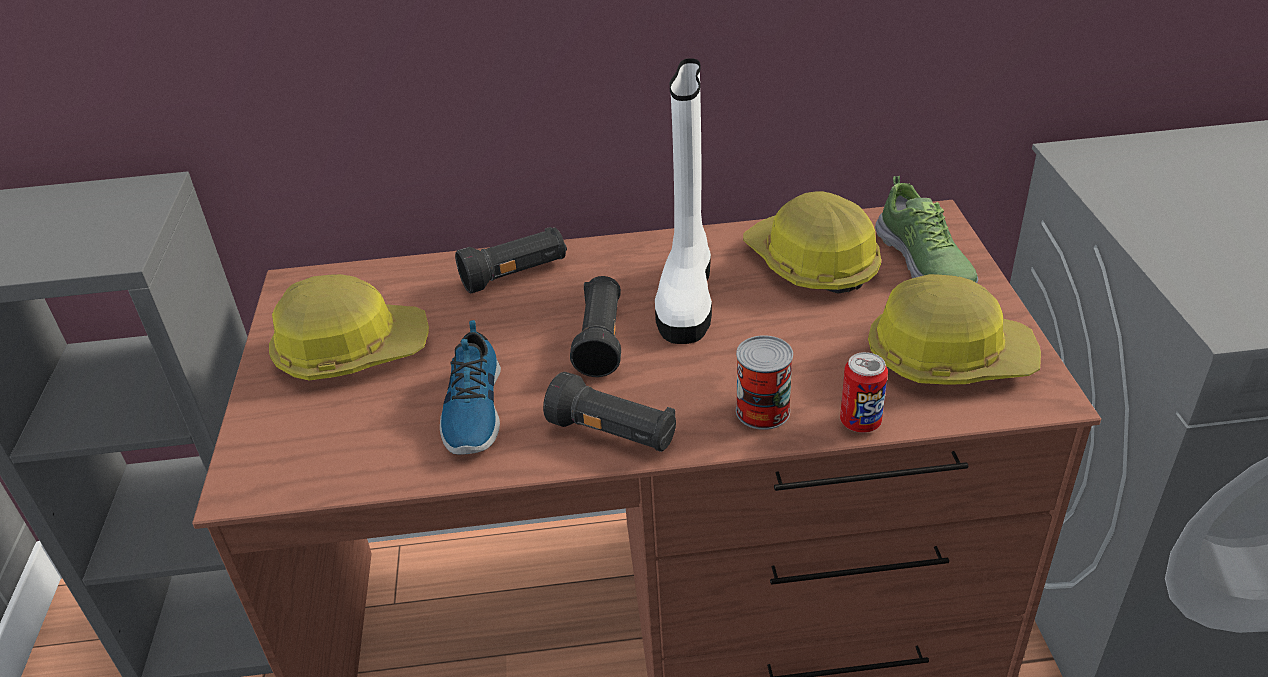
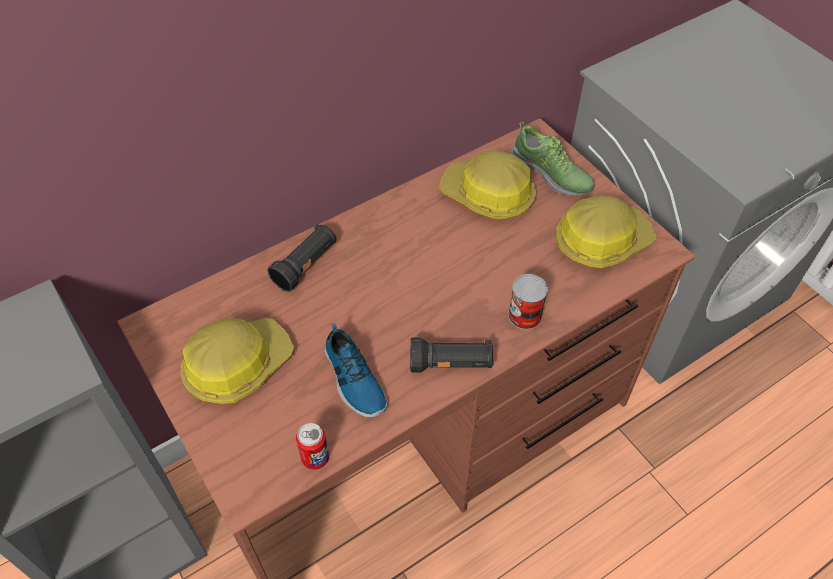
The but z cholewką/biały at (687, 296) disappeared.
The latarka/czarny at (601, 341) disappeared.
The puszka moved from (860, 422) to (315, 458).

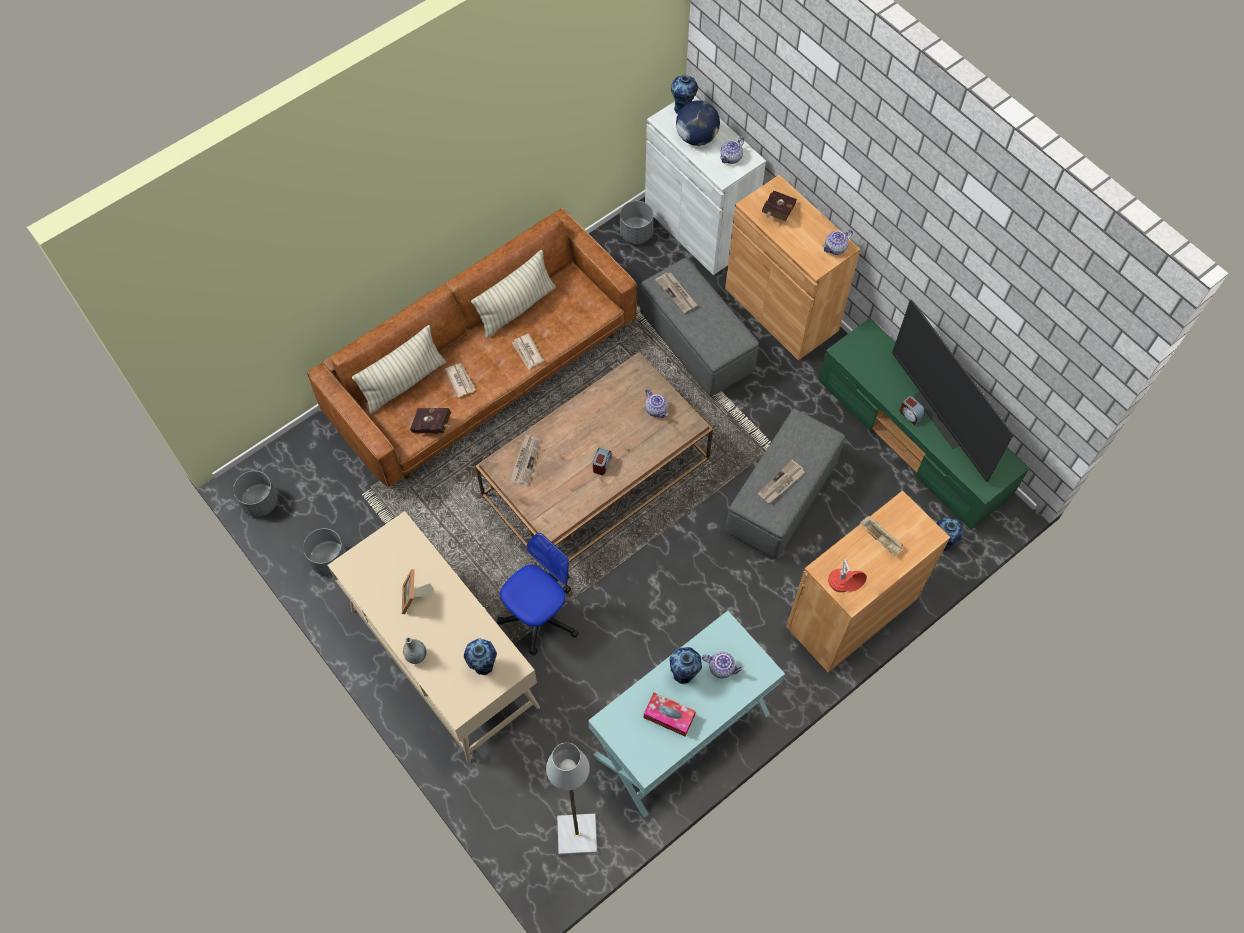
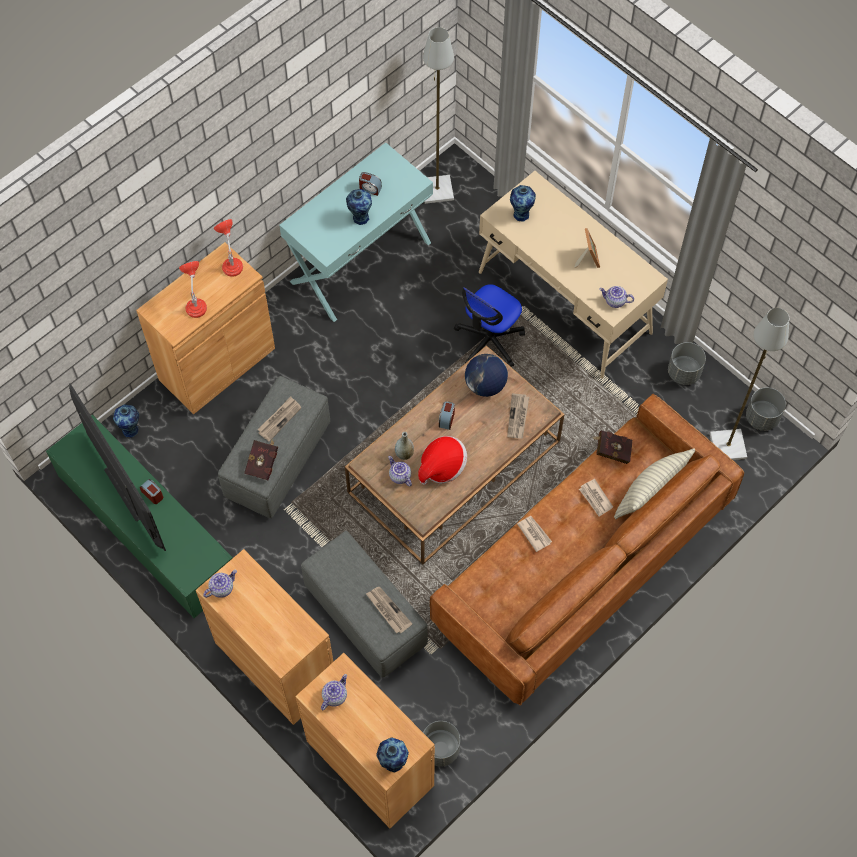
The szafka/biały at (698, 227) became the szafka/brązowy at (370, 763).
The globus moved from (696, 137) to (485, 385).
The książka/czerwony moved from (777, 213) to (263, 463).
The poduszka at (516, 308) disappeared.
The taca/beżowy at (880, 539) was replaced by the lampa stołowa/czerwony at (196, 303).
The wazon/szary moved from (416, 656) to (404, 454).
The imbryk moved from (722, 667) to (615, 301).
The pudełko chusteczek at (669, 716) was replaced by the budzik at (370, 188).
The lampa stojąca/szary at (728, 446) appeared.
The kapelusz at (442, 466) appeared.

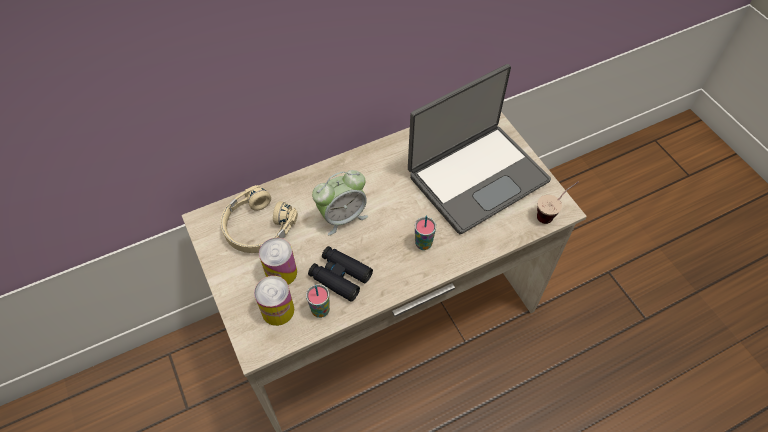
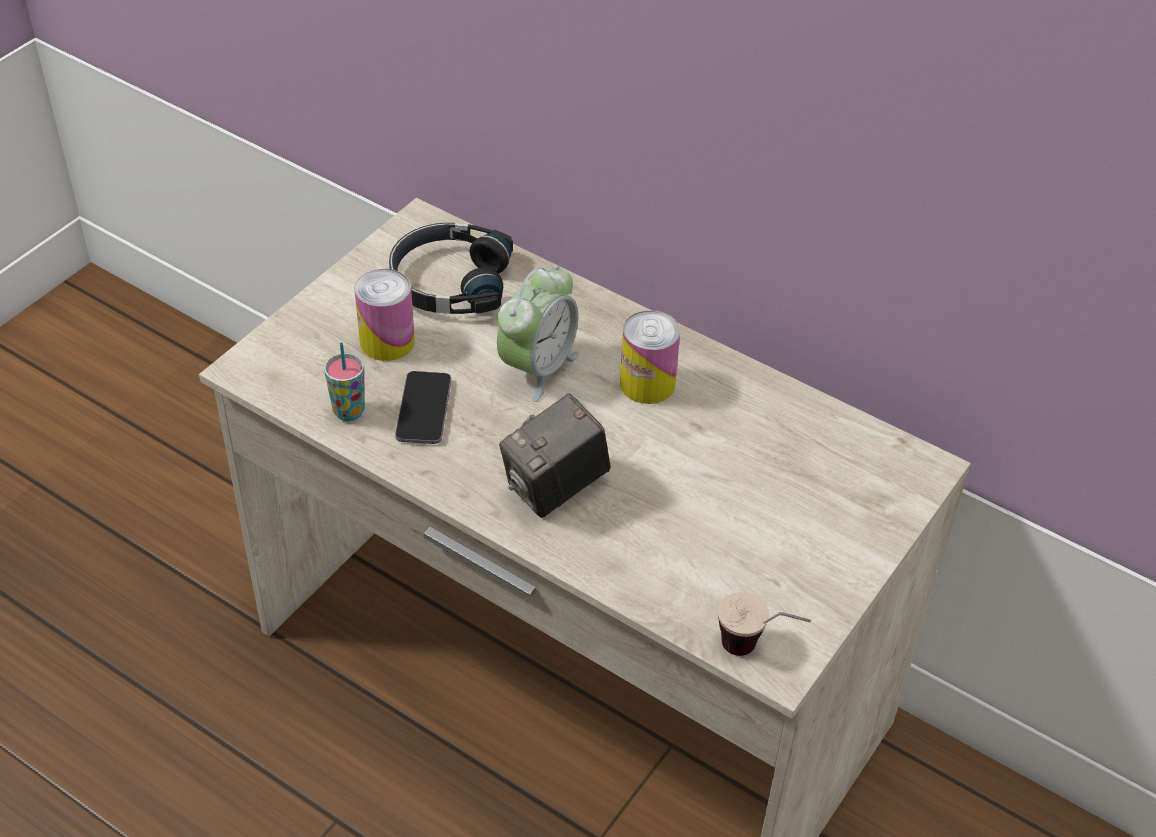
The laptop at (476, 177) disappeared.
The budzik at (342, 216) turned 90 degrees counterclockwise.
The słuchawki/beżowy at (257, 227) became the słuchawki/czarny at (449, 282).
The filiżanka at (423, 244) was replaced by the aparat fotograficzny at (555, 488).
The lornetka/czarny at (340, 276) was replaced by the telefon at (424, 410).
The puszka moved from (278, 310) to (647, 383).

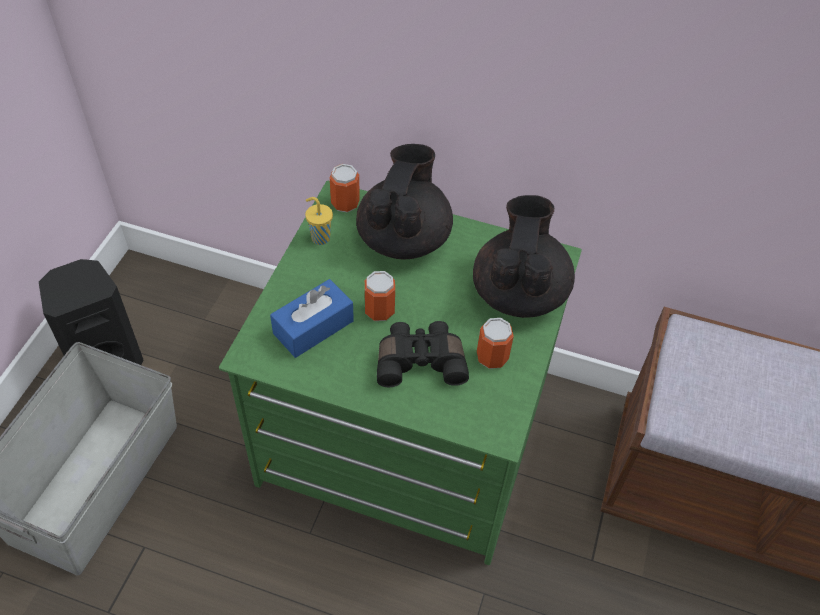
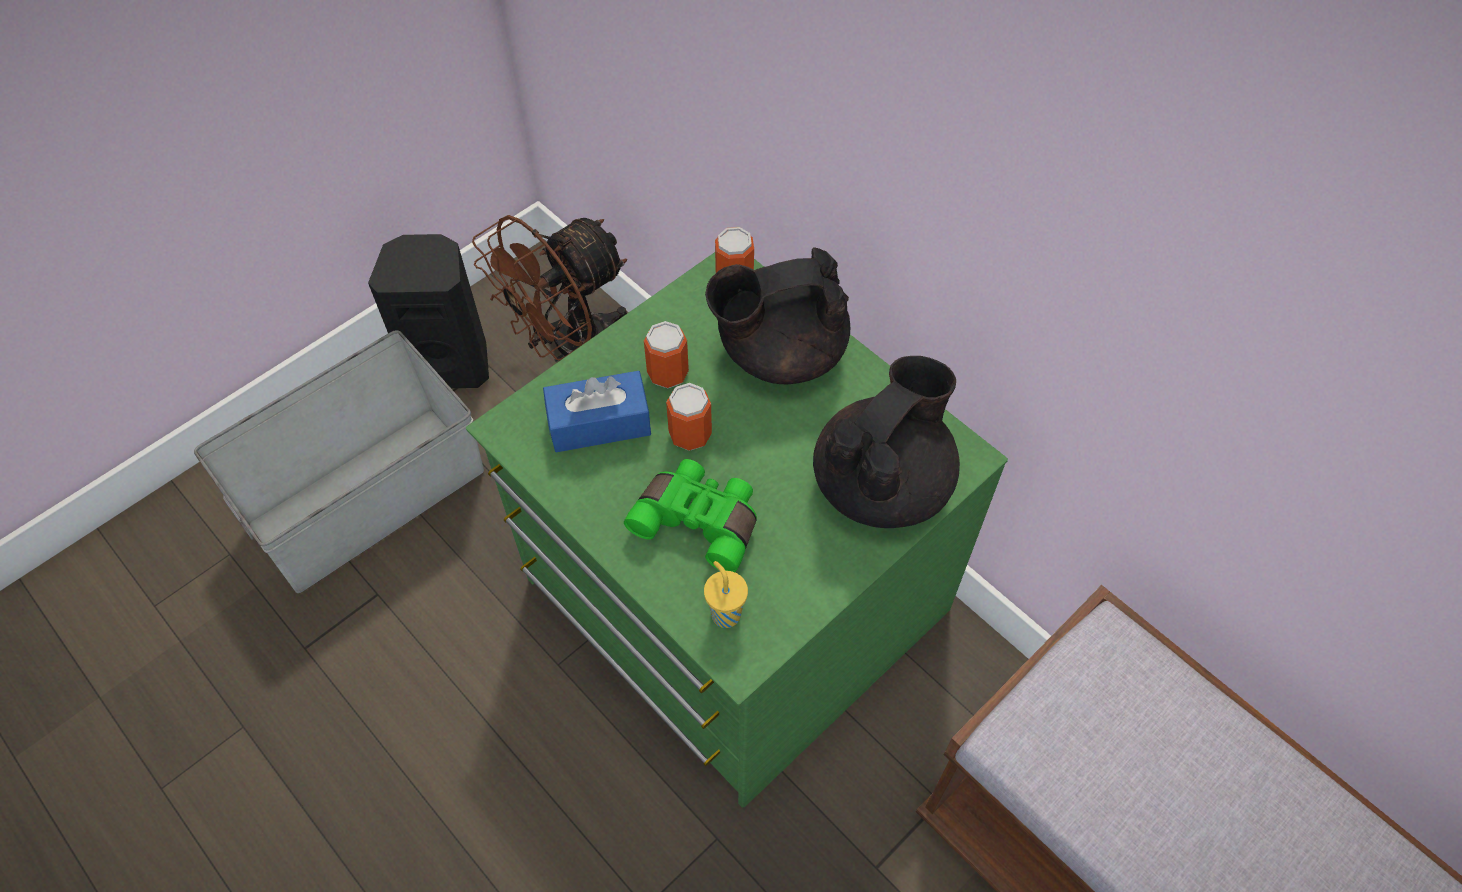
The imbryk/czarny at (404, 238) turned 150 degrees counterclockwise.
The filiżanka/żółty moved from (319, 237) to (725, 613).
The puszka moved from (492, 357) to (667, 373).
The lornetka/czarny at (420, 361) became the lornetka/zielony at (700, 520).
The wentylator/brązowy at (570, 351) appeared.

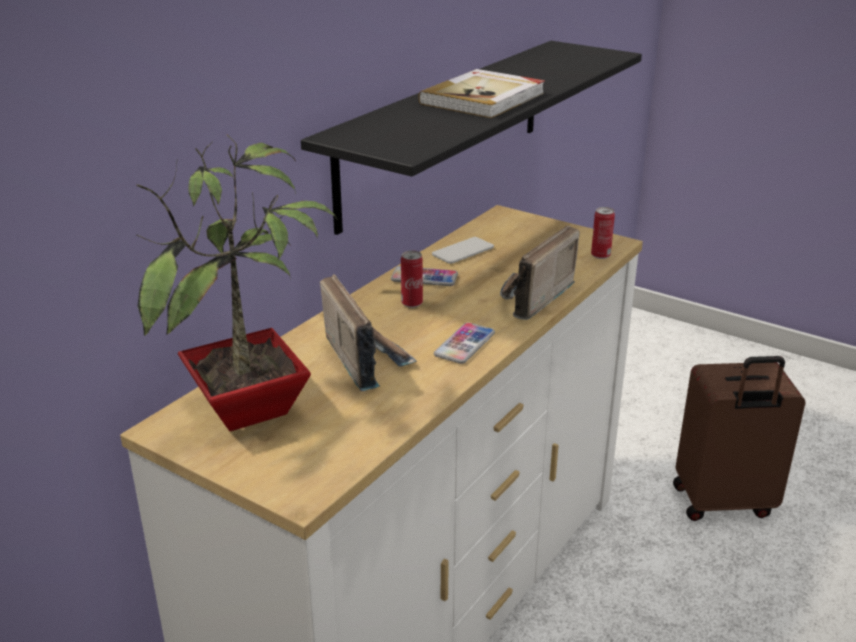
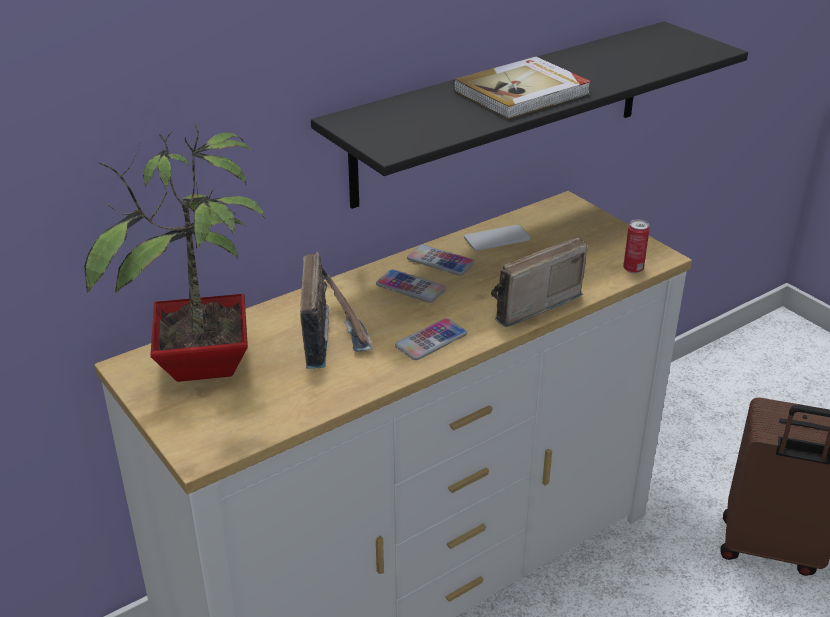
The puszka at (412, 303) was replaced by the telefon at (410, 287).

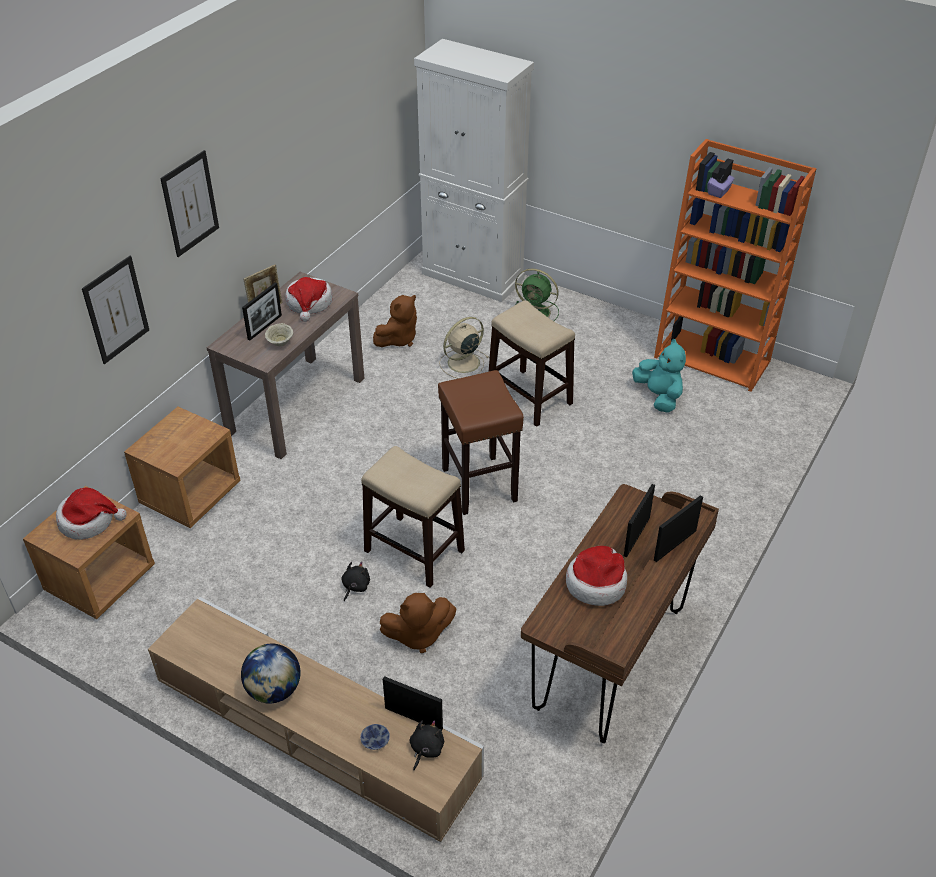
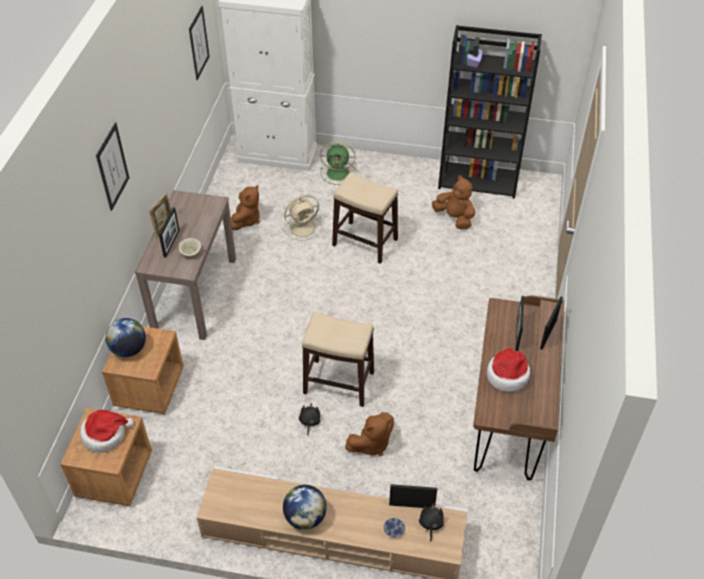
The regał/pomarańczowy at (713, 359) became the regał/czarny at (479, 179).
The obraz moved from (116, 310) to (198, 43).
The kapelusz at (309, 304) disappeared.
The wentylator/beżowy at (462, 363) turned 150 degrees counterclockwise.
The pluszak/turkusowy at (659, 396) became the pluszak/brązowy at (454, 218).
The stołek/brązowy at (478, 484) disappeared.
The globus at (129, 349) appeared.

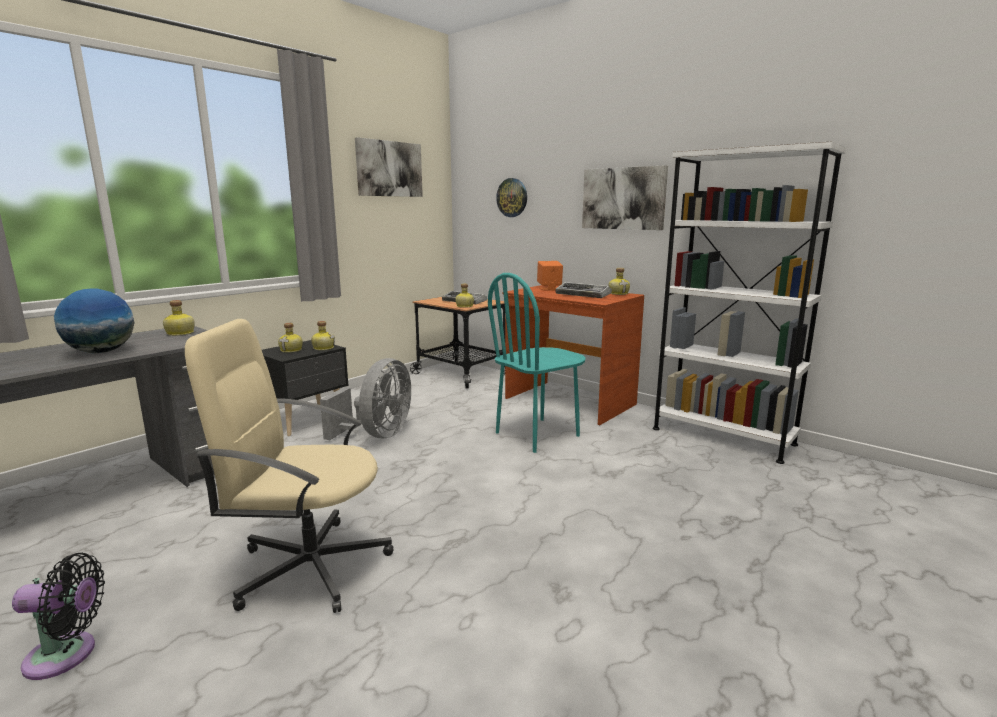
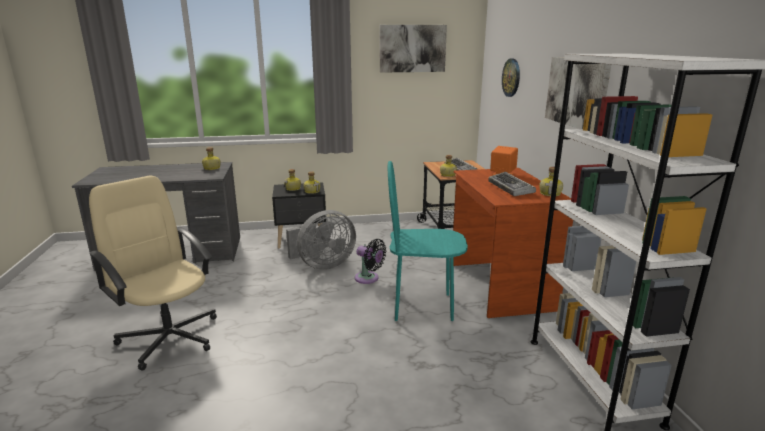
The globus at (101, 352) disappeared.
The wentylator/czarny moved from (67, 655) to (369, 278).

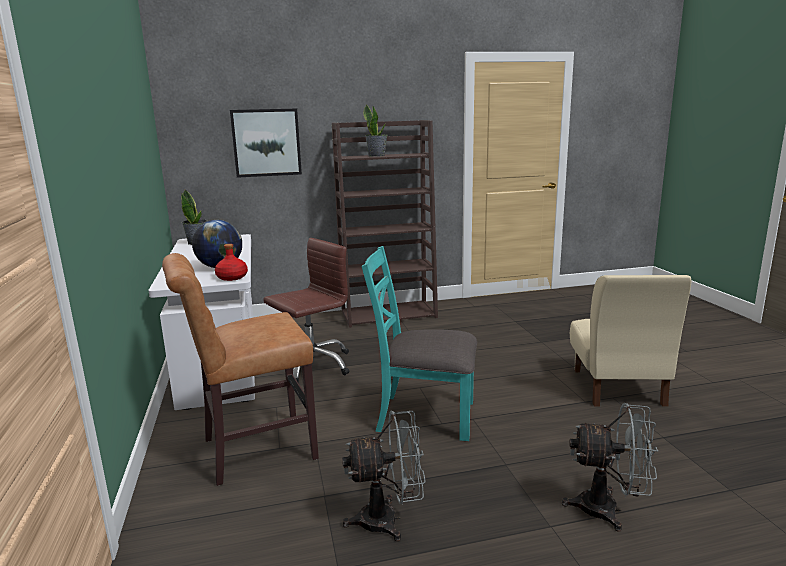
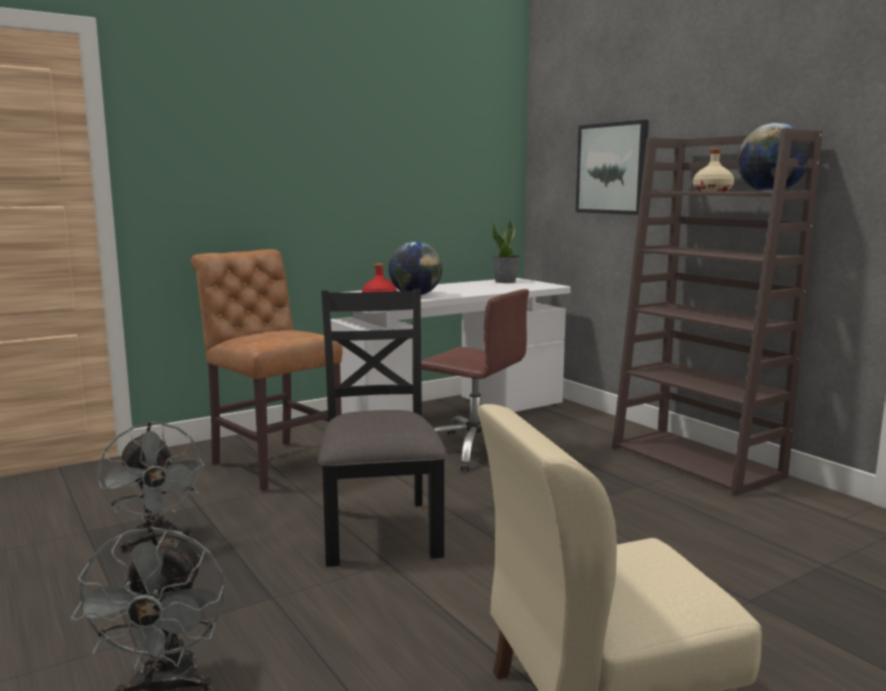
The roślina doniczkowa at (376, 155) was replaced by the butelka/beżowy at (712, 191).
The krzesło/turkusowy at (424, 416) became the krzesło/czarny at (380, 530).
The globus at (770, 192) appeared.

